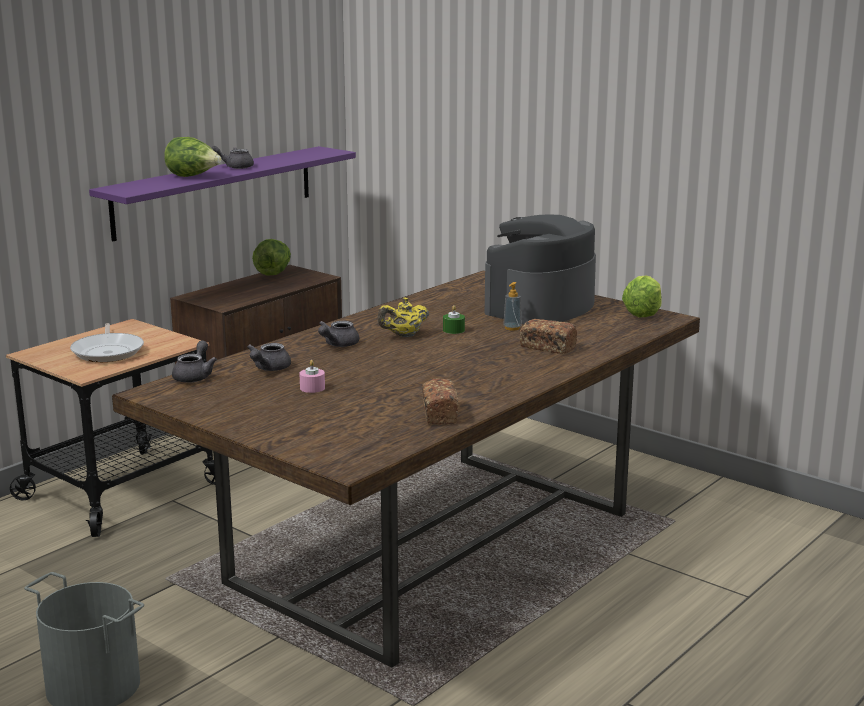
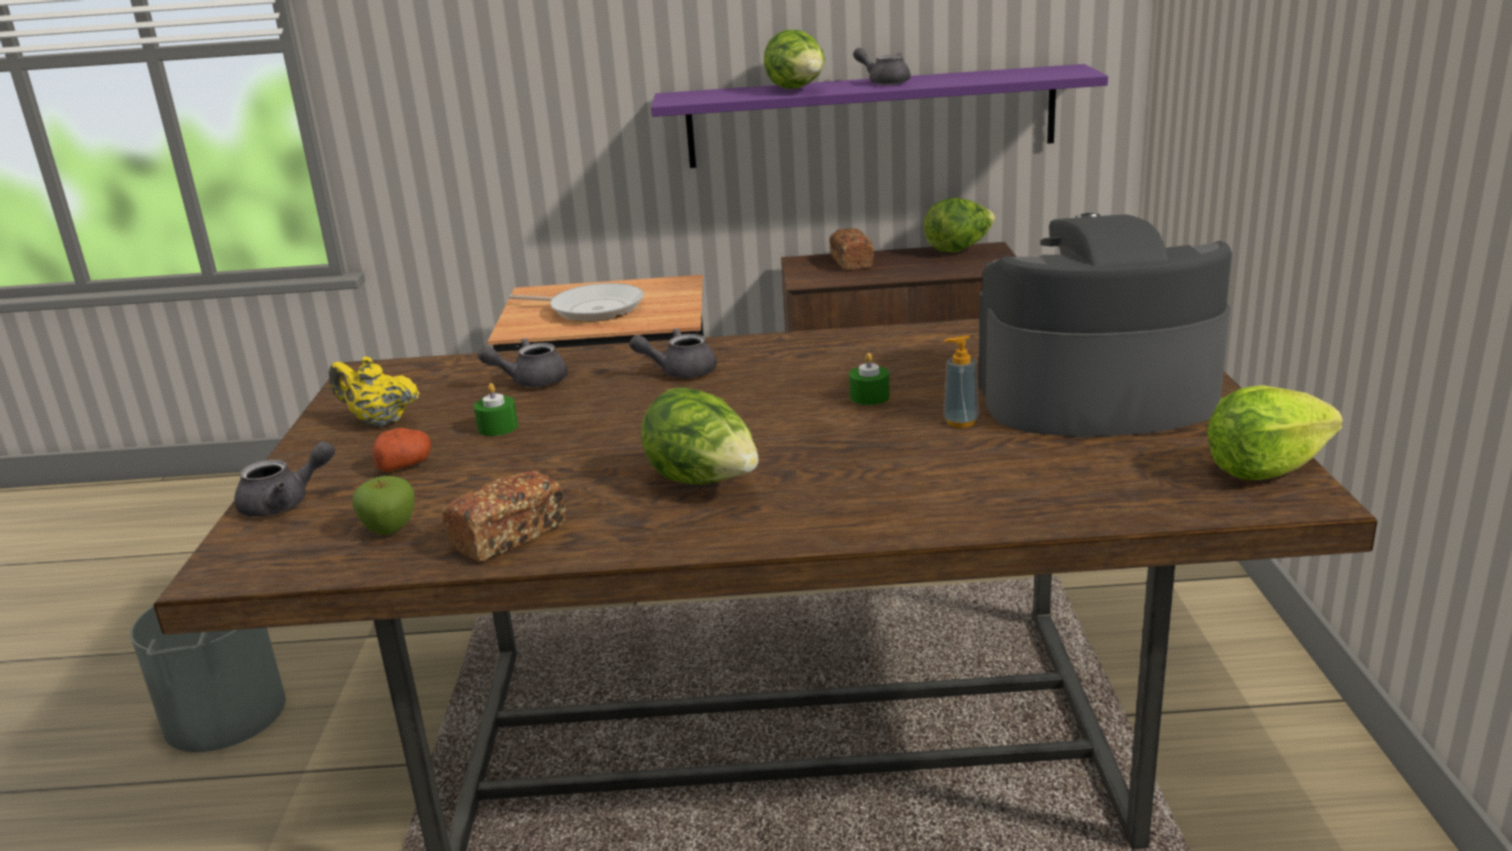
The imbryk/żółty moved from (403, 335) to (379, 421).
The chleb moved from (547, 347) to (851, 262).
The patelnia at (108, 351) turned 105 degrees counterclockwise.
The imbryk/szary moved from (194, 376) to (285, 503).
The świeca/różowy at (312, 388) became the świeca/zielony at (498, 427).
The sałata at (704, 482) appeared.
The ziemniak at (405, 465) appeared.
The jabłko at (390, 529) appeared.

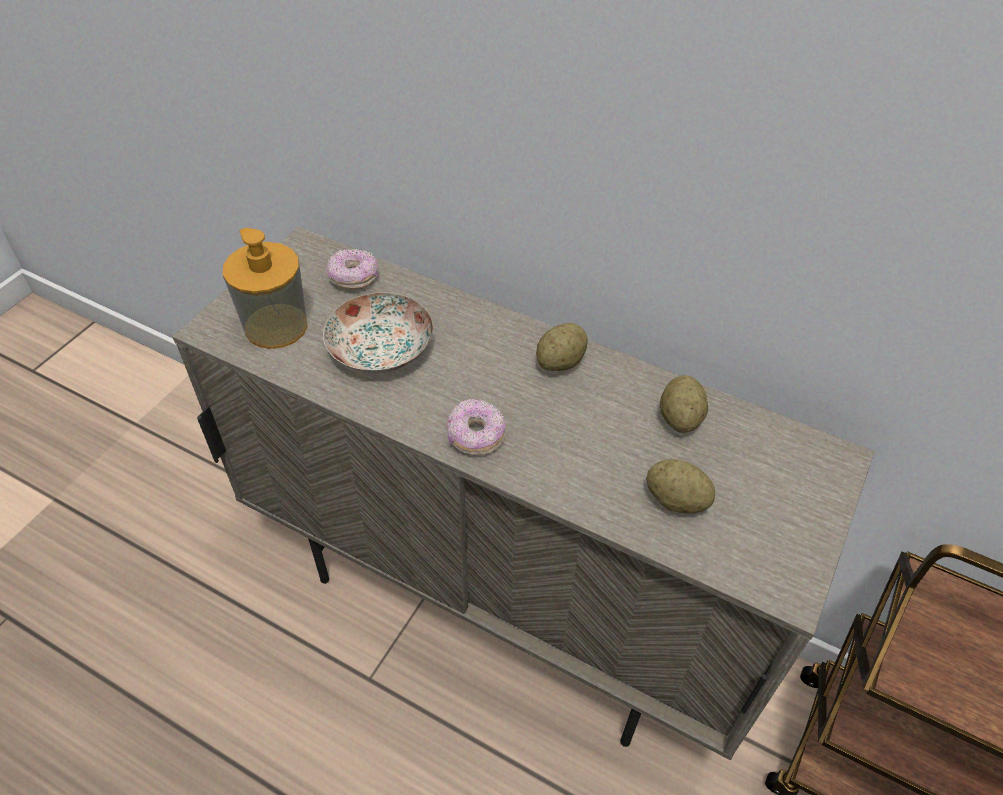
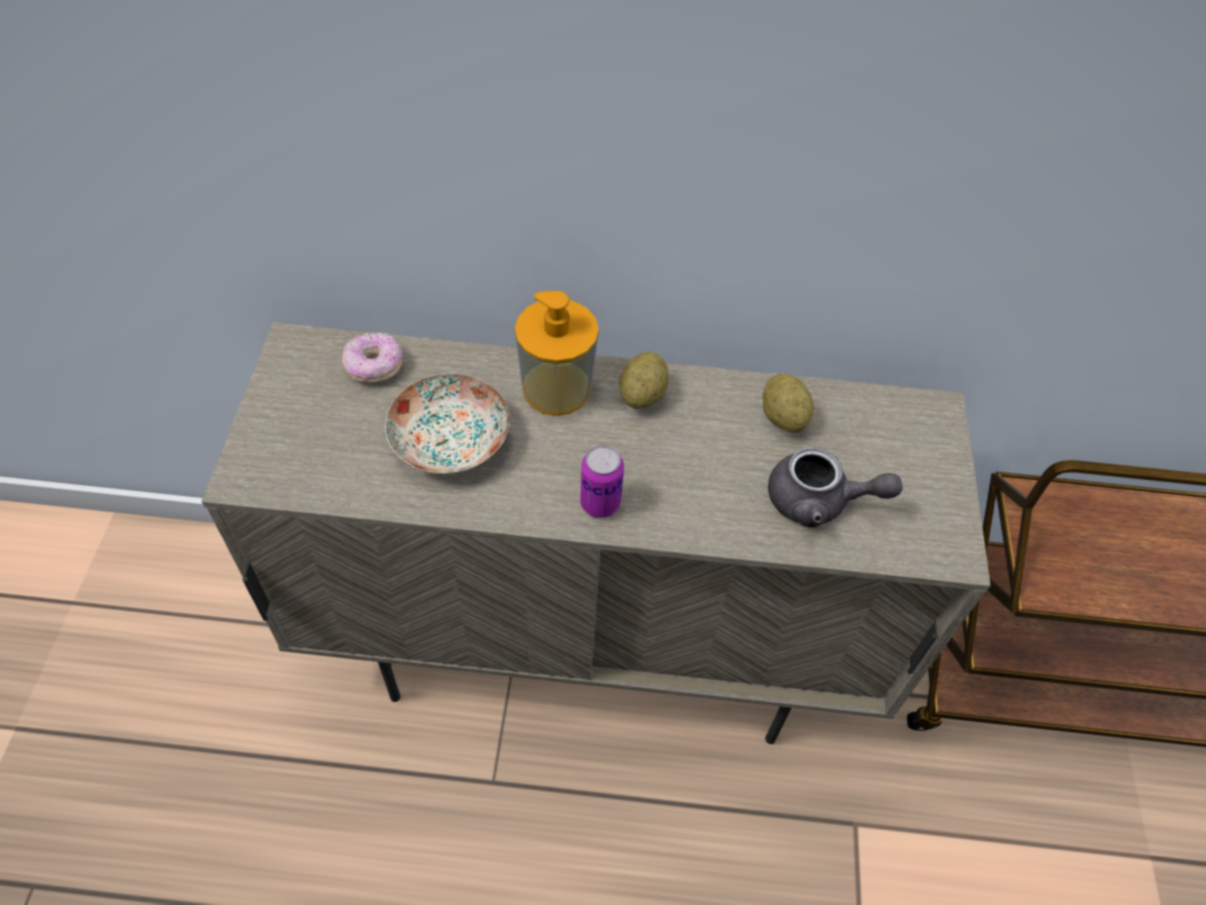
The dozownik mydła moved from (276, 326) to (556, 388).
The donut at (475, 436) was replaced by the puszka at (600, 503).
The ziemniak at (676, 500) was replaced by the imbryk/szary at (819, 502).

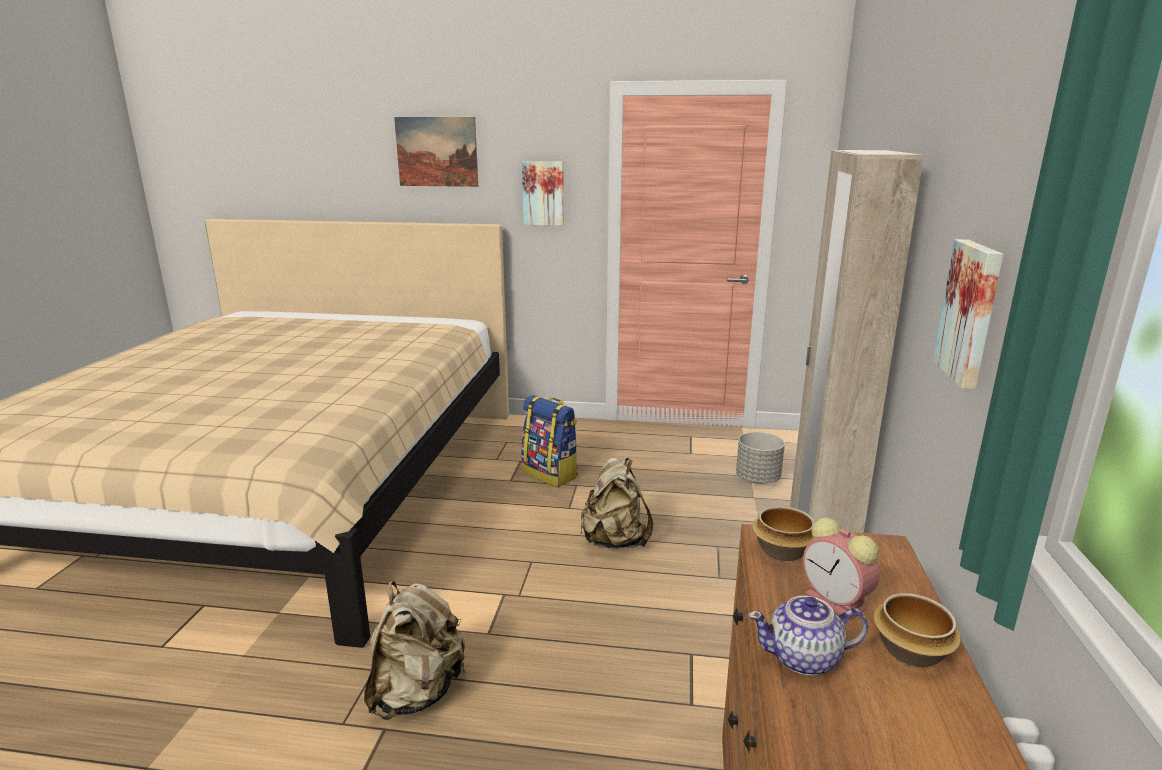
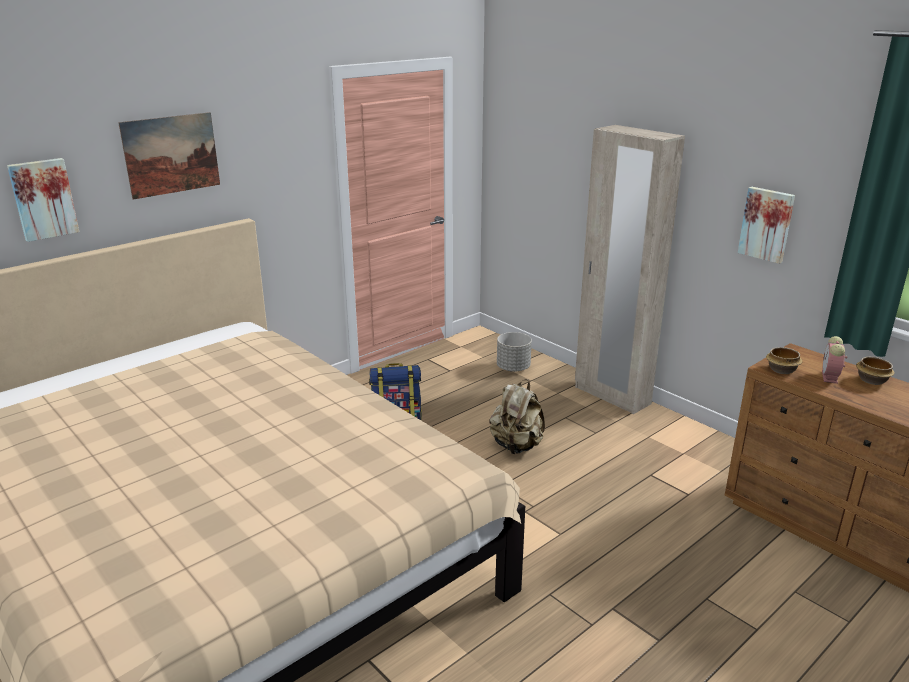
The obraz moved from (543, 193) to (43, 199).
The budzik at (837, 602) turned 105 degrees clockwise.
The plecak/beżowy at (417, 692) disappeared.
The imbryk at (804, 658) disappeared.

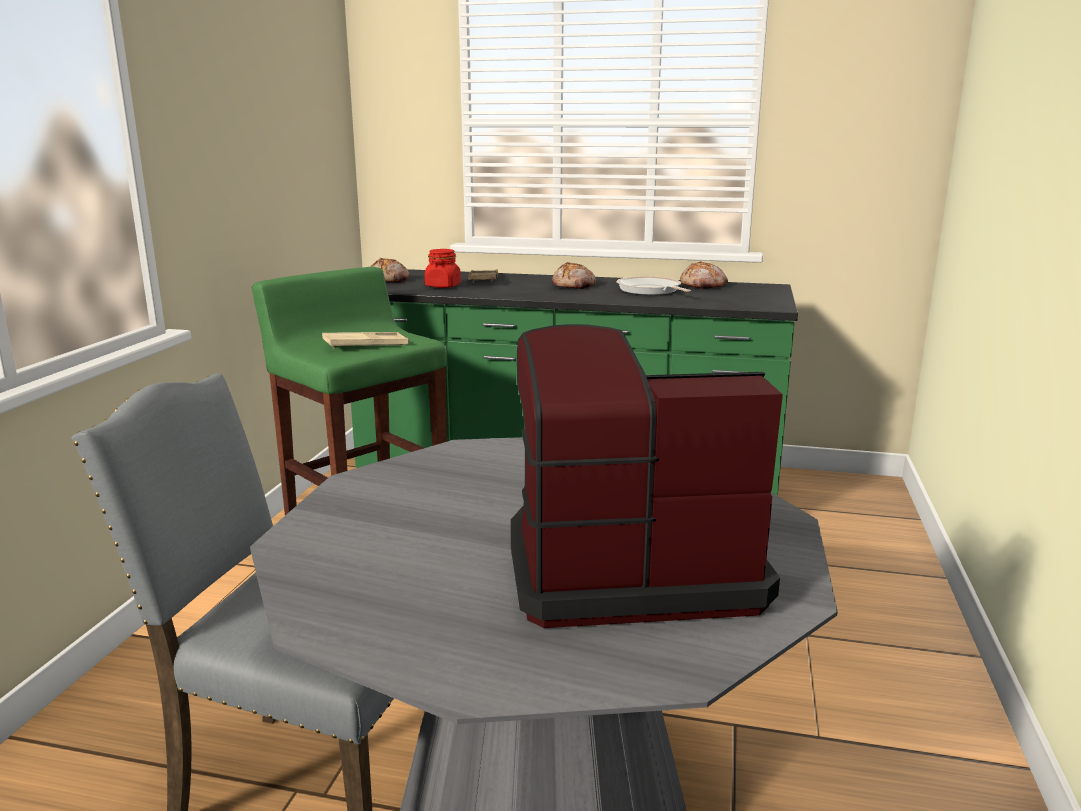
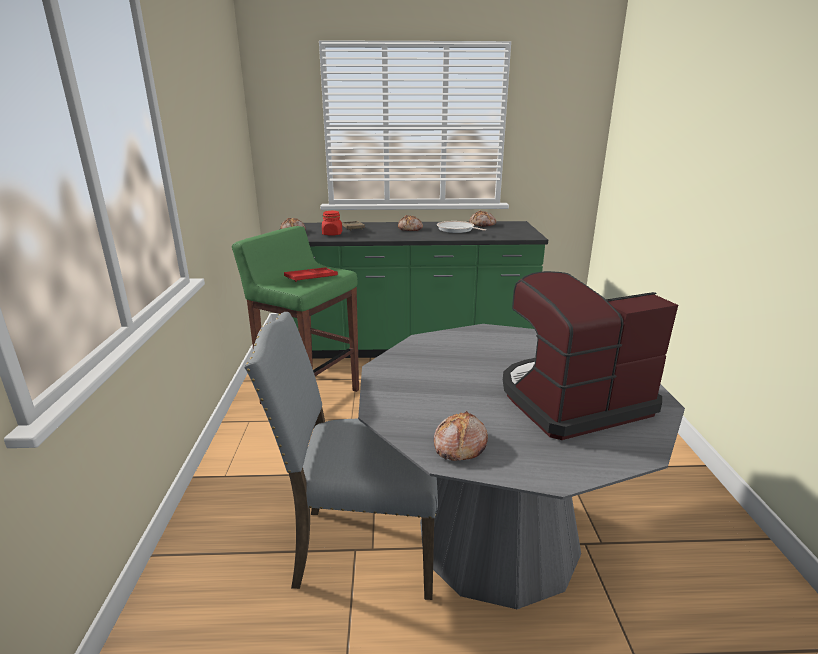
The taca/beżowy at (365, 345) became the taca/czerwony at (311, 278).
The chleb at (459, 445) appeared.

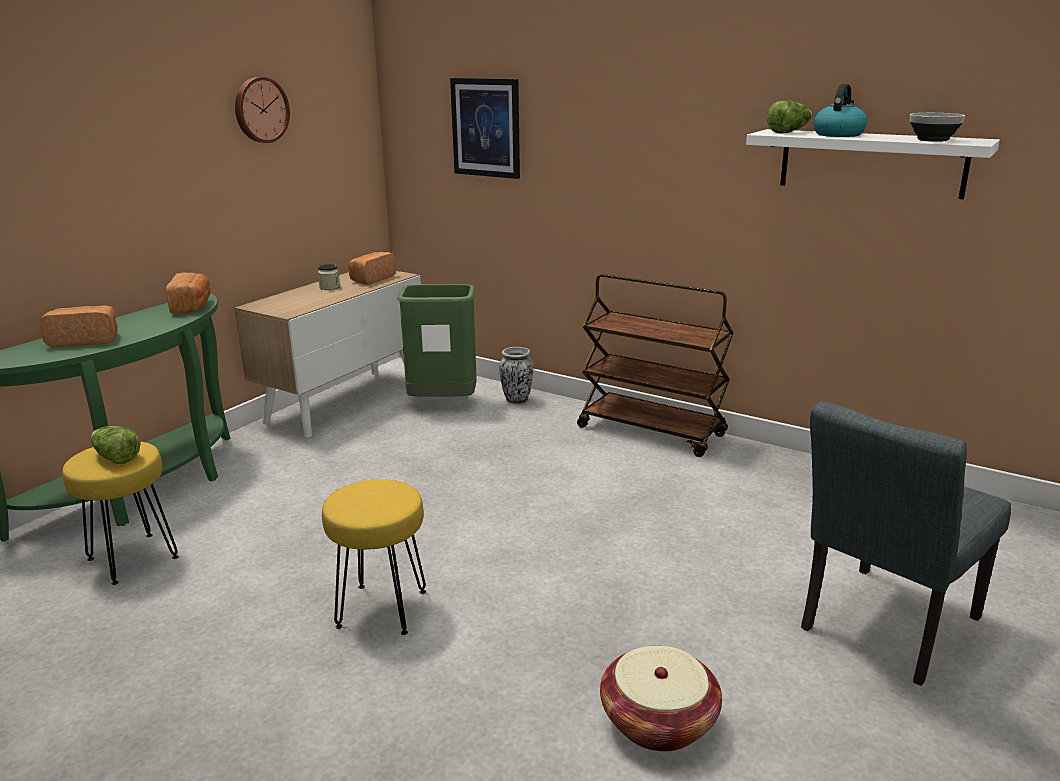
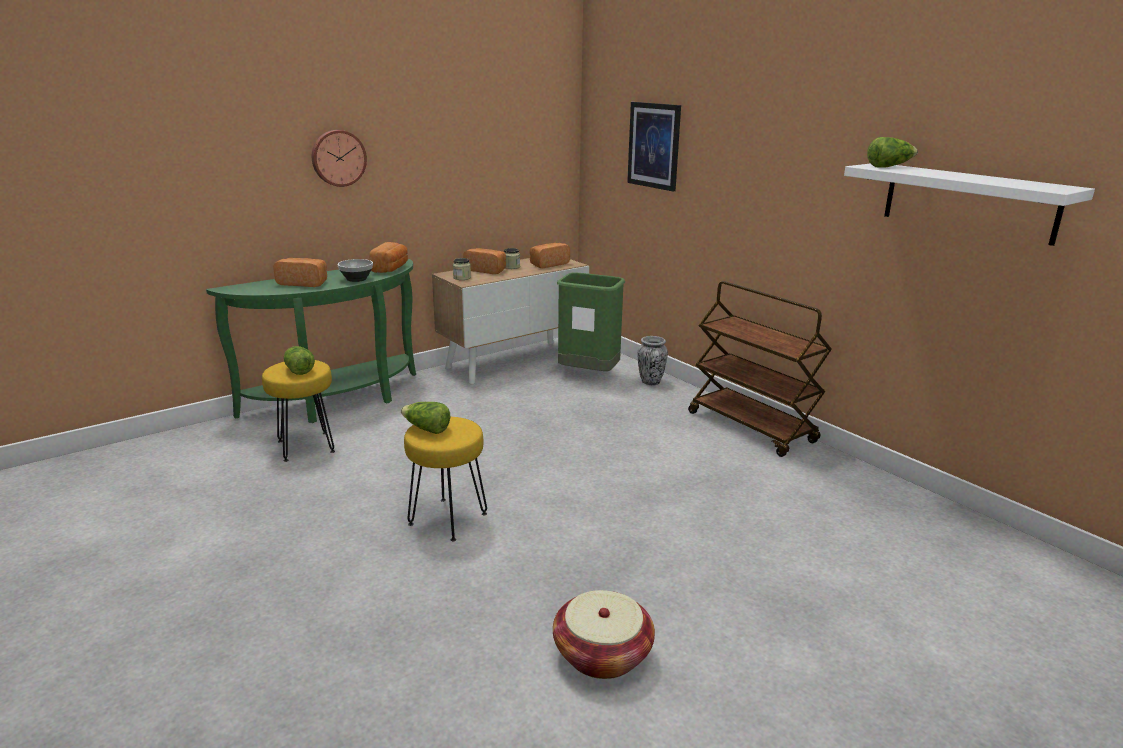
The zegar ścienny moved from (260, 110) to (338, 158).
The czajnik at (838, 134) disappeared.
The miska moved from (932, 140) to (356, 279).
The krzesło/szary at (882, 629) disappeared.
The chleb at (486, 270) appeared.
The słoik at (462, 278) appeared.
The sałata at (426, 429) appeared.

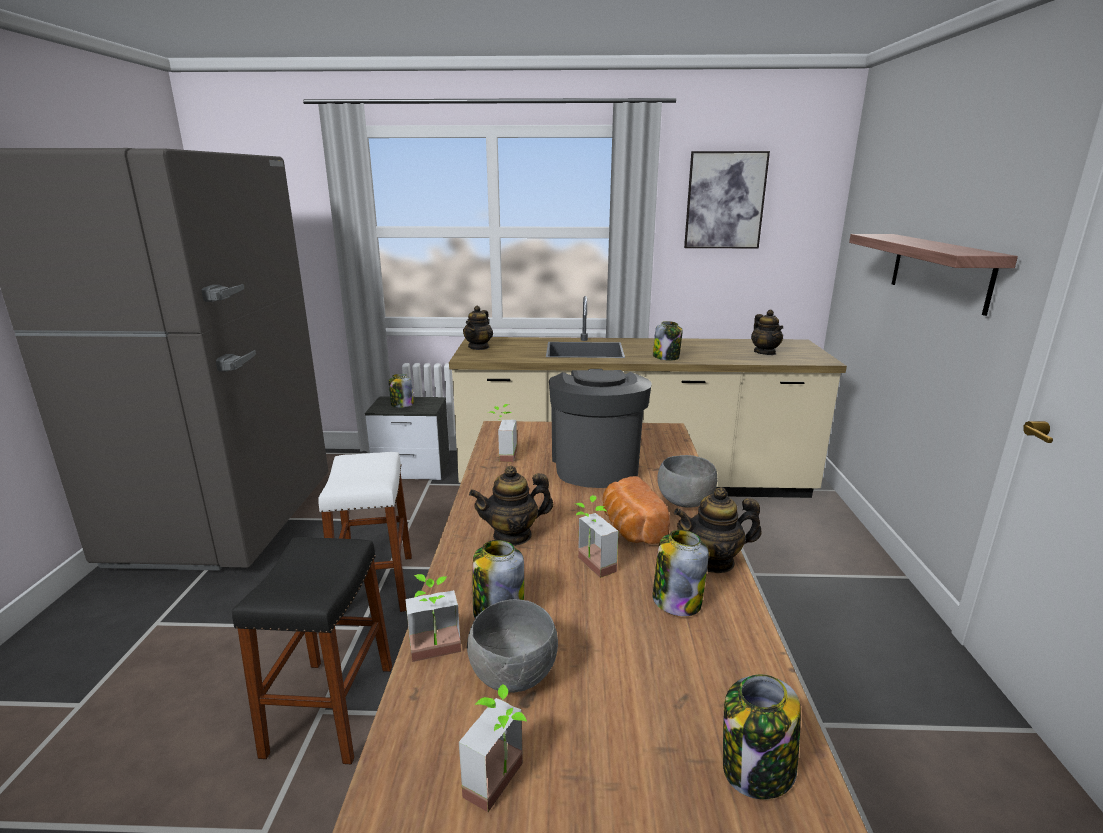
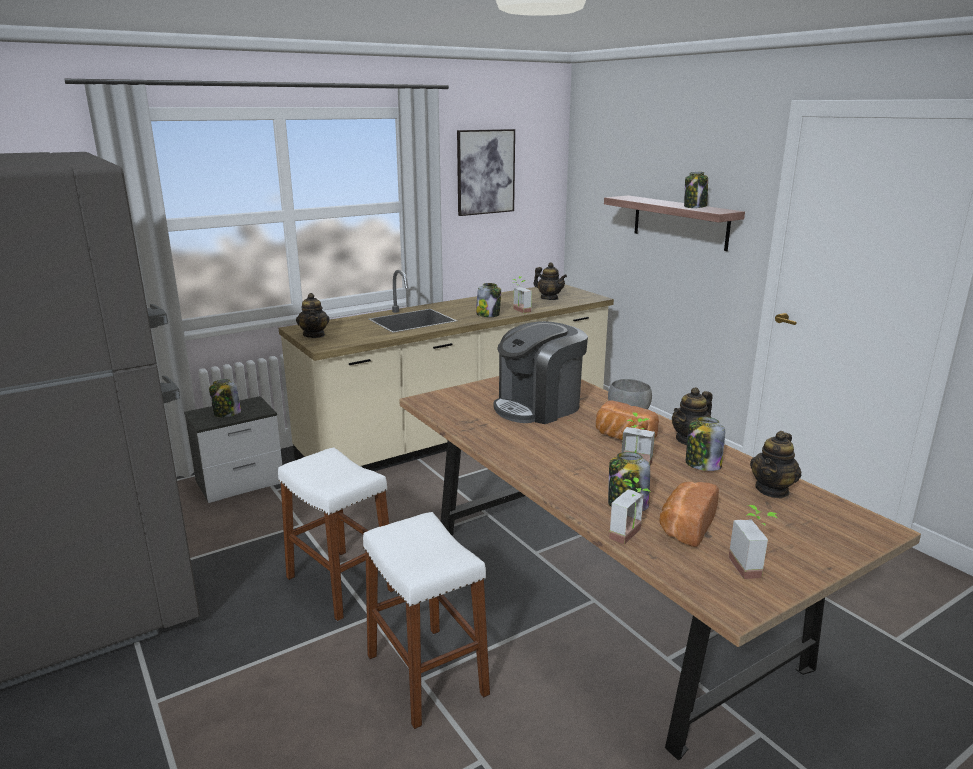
The ekspres do kawy at (595, 464) turned 90 degrees counterclockwise.
The roślina doniczkowa moved from (502, 455) to (519, 311).
The imbryk moved from (513, 535) to (772, 490).
The stołek/czarny at (330, 709) became the stołek/biały at (426, 674).
The miska/szary at (515, 676) was replaced by the chleb at (685, 527).
The słoik moved from (757, 770) to (695, 207).

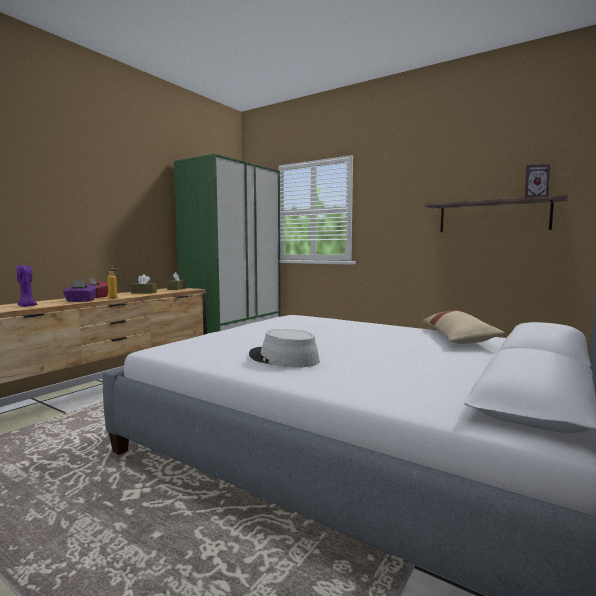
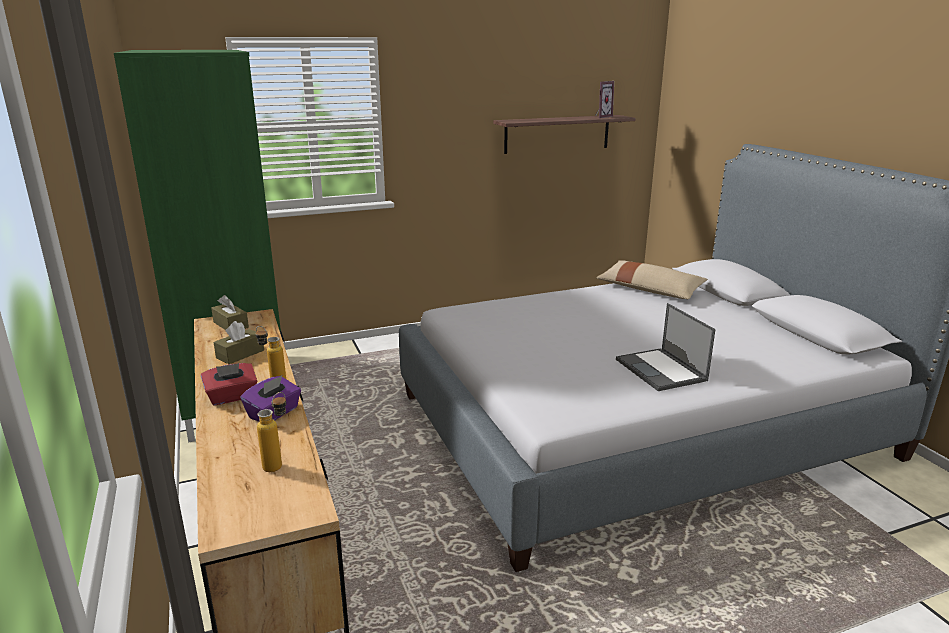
The świeca/fioletowy at (26, 306) was replaced by the butelka at (278, 463).
The kapelusz/szary at (283, 358) was replaced by the laptop at (661, 370).

